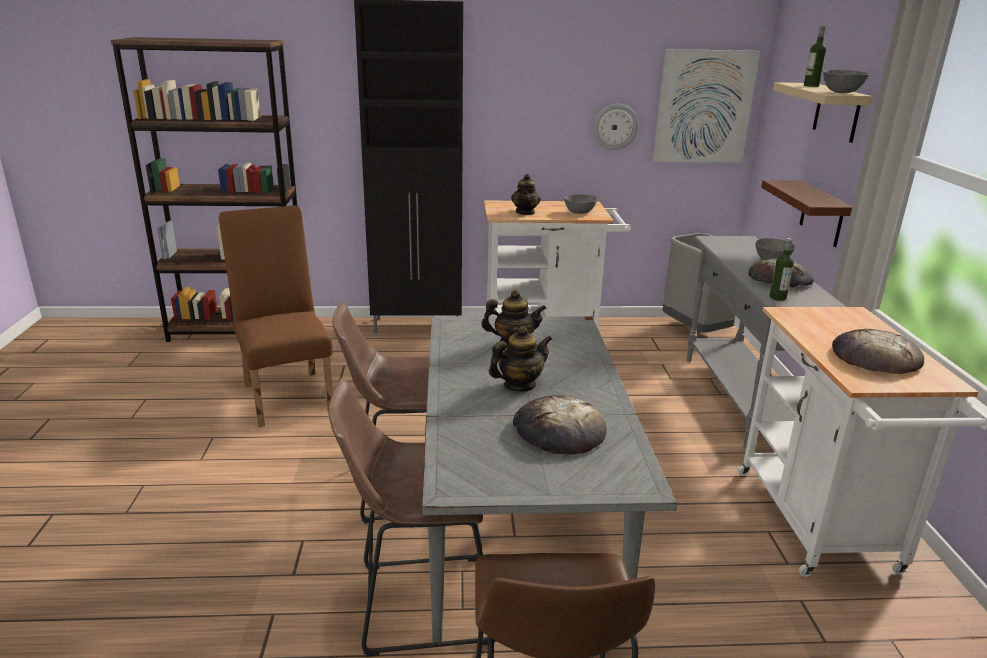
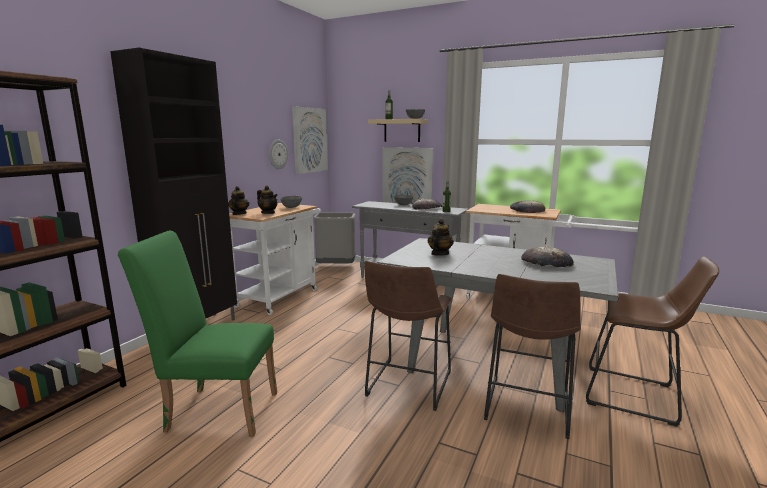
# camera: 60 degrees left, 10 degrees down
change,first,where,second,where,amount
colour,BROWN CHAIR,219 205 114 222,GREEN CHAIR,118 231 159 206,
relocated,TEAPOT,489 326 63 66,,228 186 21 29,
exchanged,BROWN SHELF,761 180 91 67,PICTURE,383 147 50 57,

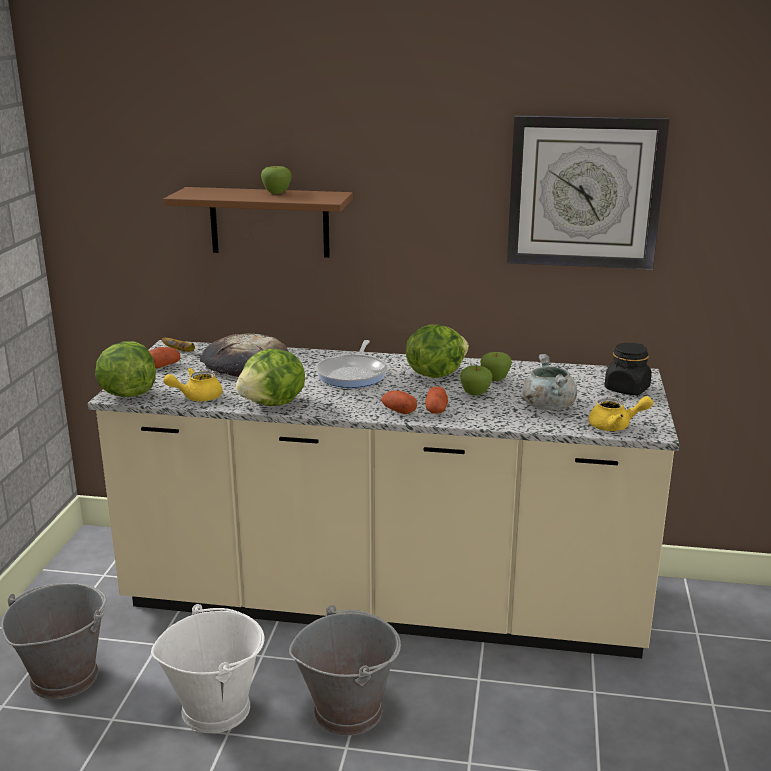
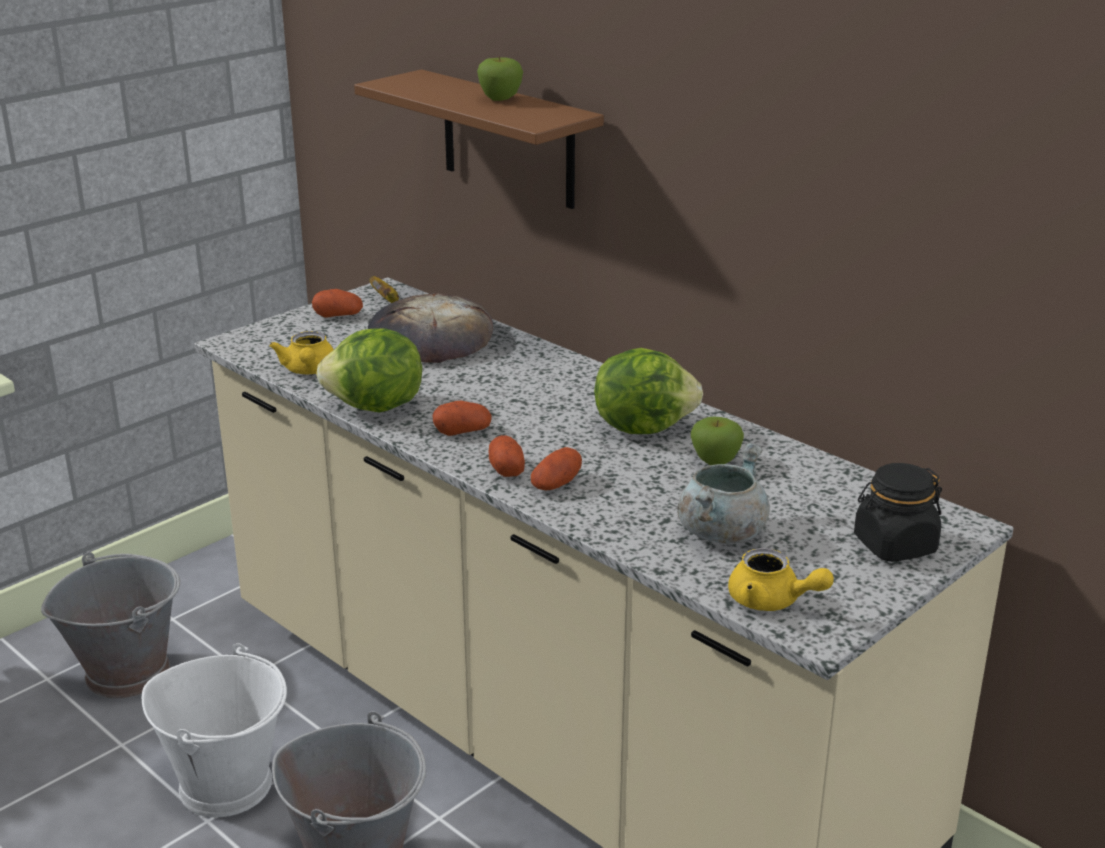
# camera: 35 degrees right, 5 degrees up
change,first,where,second,where,amount
spun,YELLOW TEAPOT,163 368 60 33,,269 331 65 43,105 degrees counterclockwise
appeared,,,POTATO,432 400 60 36,
missing,LETTUCE,95 341 61 56,,,
missing,FRYING PAN,316 340 72 48,,,
missing,APPLE,460 365 33 30,,,
missing,WALL CLOCK,507 115 163 154,,,

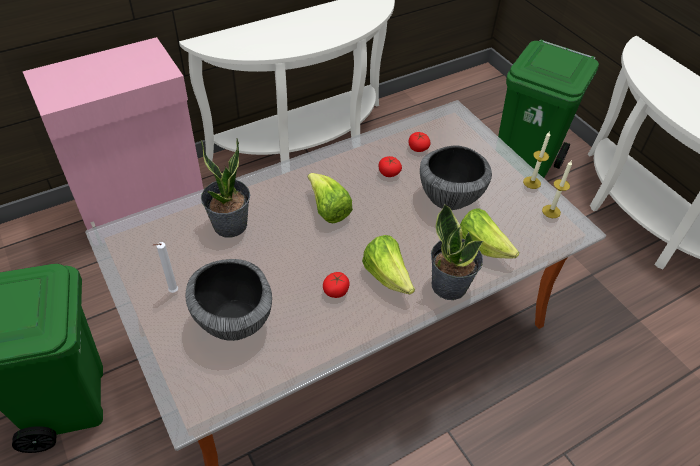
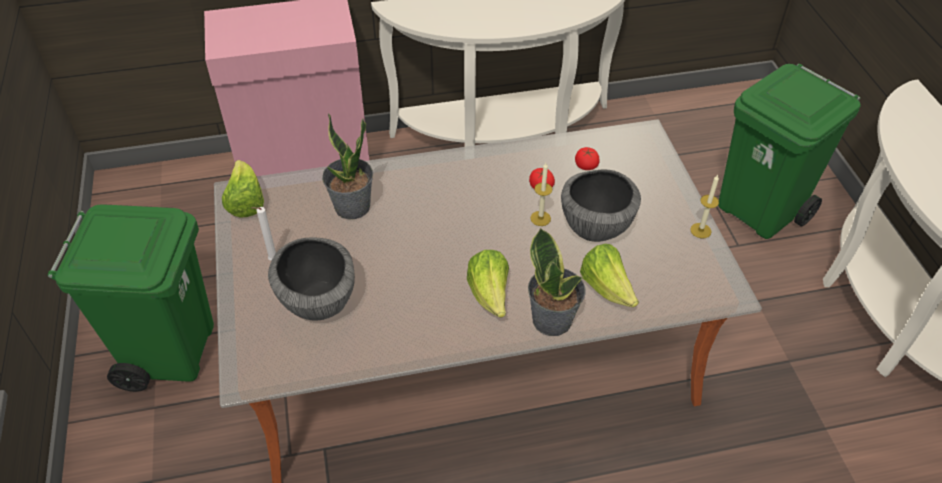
# camera: 20 degrees right, 0 degrees up
change,first,where,second,where,amount
relocated,LETTUCE,308 173 45 50,,222 160 42 58,
relocated,CANDLE,542 161 30 57,,530 163 22 63,
missing,TOMATO,323 272 27 26,,,

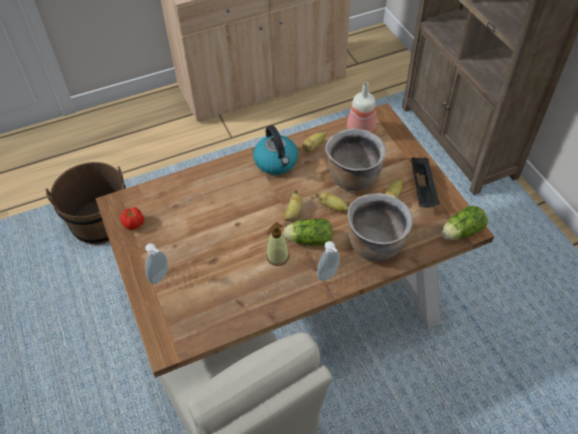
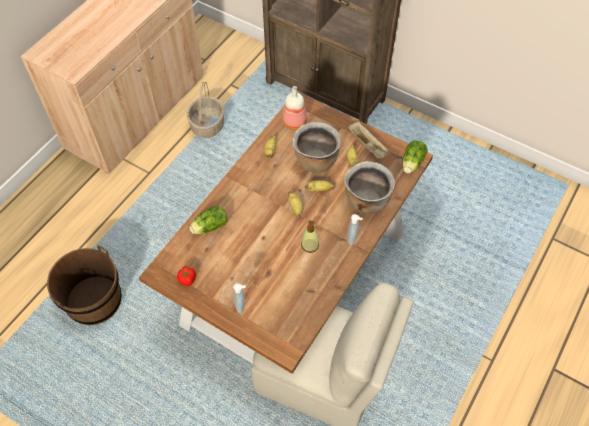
# camera: 35 degrees left, 5 degrees up
change,first,where,second,where,amount
appeared,,,BASKET,187 82 37 56,
relocated,LETTUCE,283 218 50 28,,189 206 39 28,
colour,BLACK TRAY,411 157 29 51,BEIGE TRAY,348 122 41 37,
missing,KETTLE,253 125 45 50,,,

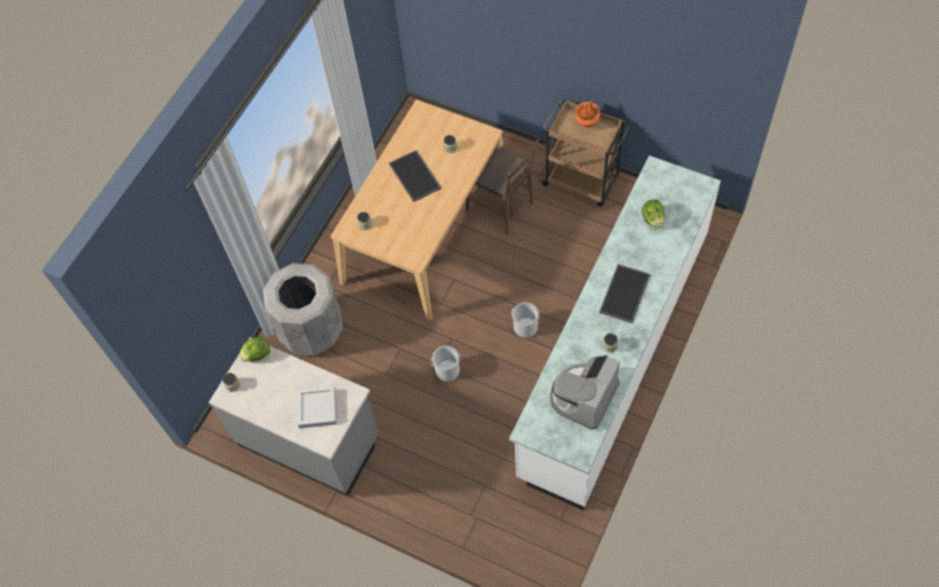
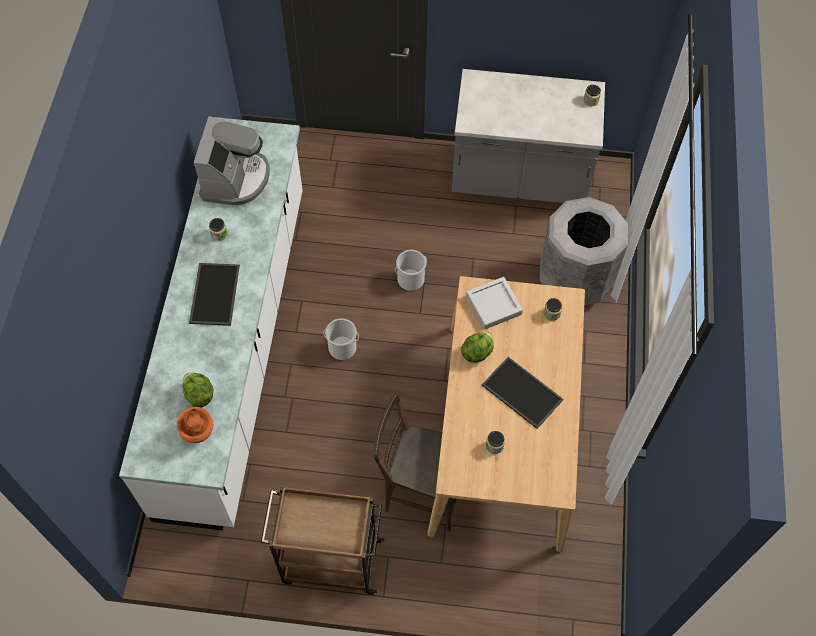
# camera: 155 degrees right, 0 degrees up
change,first,where,second,where,amount
relocated,ORANGE VASE,575 100 25 29,,177 407 36 36,
relocated,LETTUCE,239 337 31 25,,461 332 33 31,
relocated,GREY TRAY,297 386 40 42,,466 277 57 53,

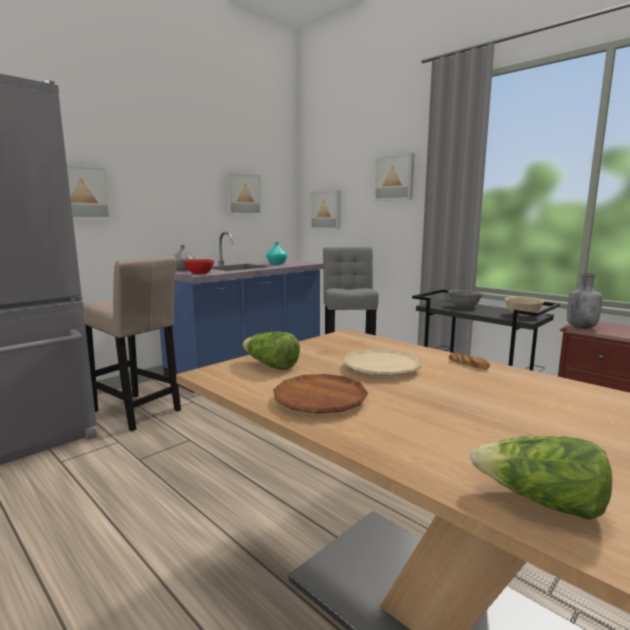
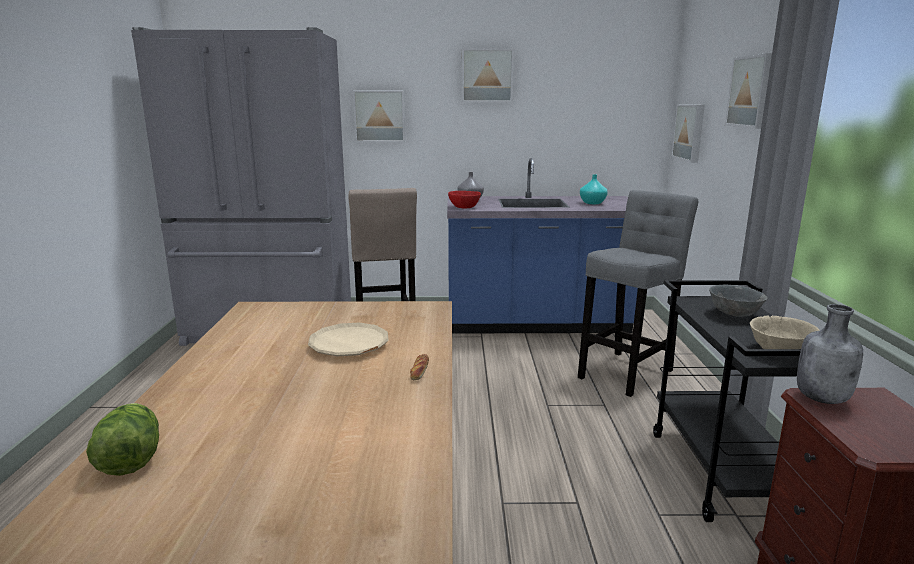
# camera: 45 degrees right, 5 degrees up
change,first,where,second,where,amount
relocated,PICTURE,225 172 37 43,,462 48 52 55,
missing,LETTUCE,243 331 57 39,,,
missing,BROWN PLATE,273 374 95 40,,,

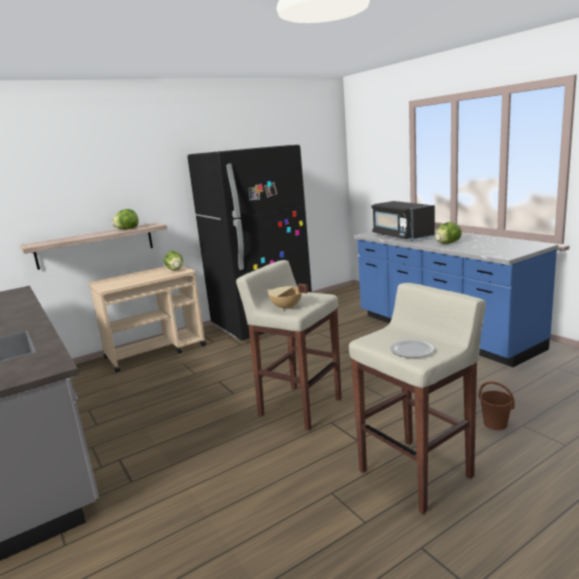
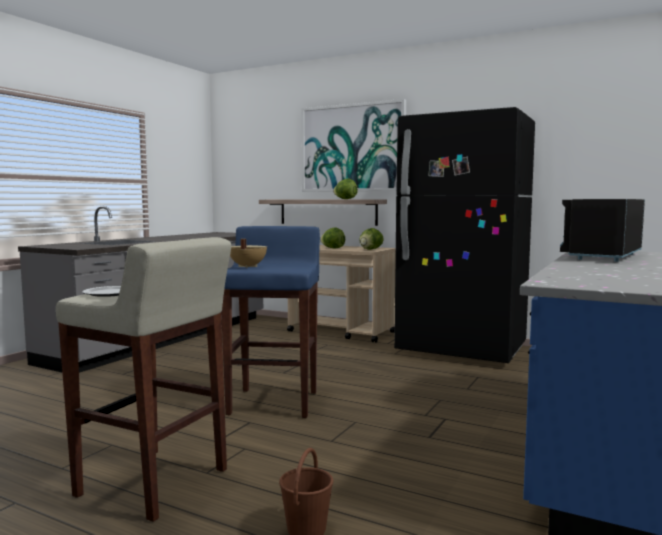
# camera: 60 degrees right, 10 degrees down
change,first,where,second,where,amount
colour,BEIGE STOOL,236 260 105 170,BLUE STOOL,221 226 99 192,
appeared,,,PICTURE,301 99 105 93,
relocated,LETTUCE,435 222 27 22,,320 227 25 21,

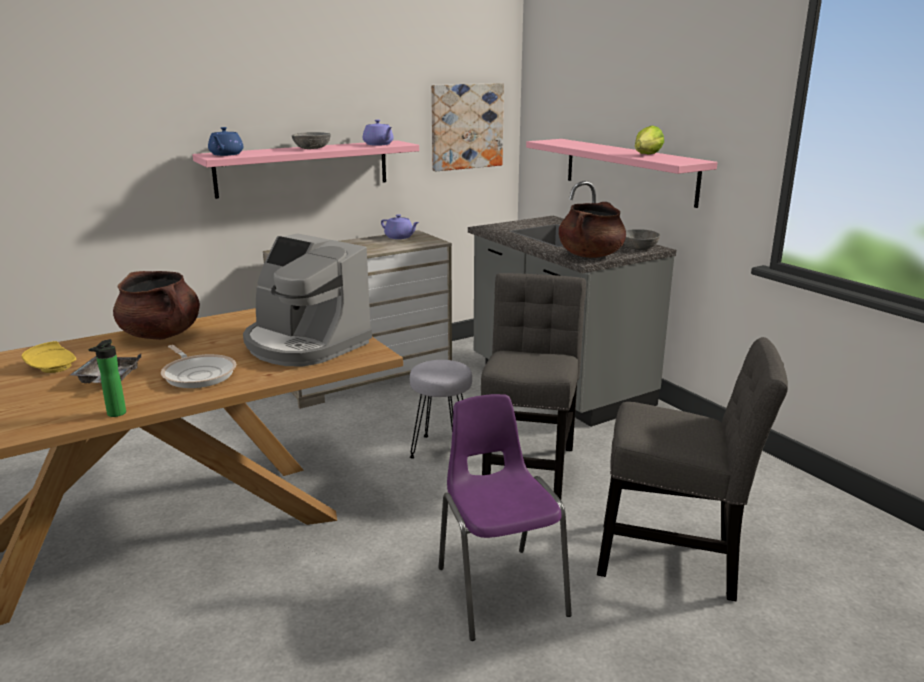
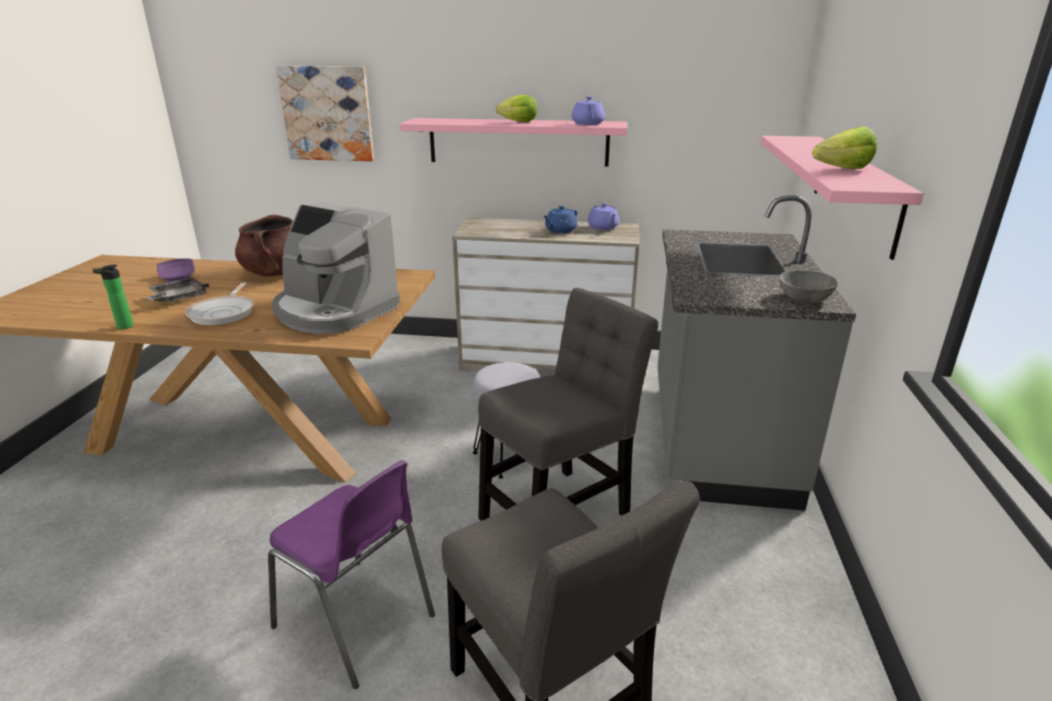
# camera: 40 degrees right, 5 degrees up
change,first,where,second,where,amount
colour,YELLOW PLATE,22 341 55 32,PURPLE PLATE,157 258 38 25,
spun,PURPLE CHAIR,439 394 133 247,,268 460 167 229,105 degrees clockwise
spun,COFFEE MACHINE,243 233 129 134,,272 202 128 132,45 degrees counterclockwise
relocated,PICTURE,431 83 73 88,,276 66 98 95,
exchanged,GREY BOWL,292 132 39 17,LETTUCE,496 95 41 27,
relocated,BLUE TEAPOT,208 127 35 29,,543 206 34 27,
missing,BROWN COOKING POT,559 202 67 56,,,

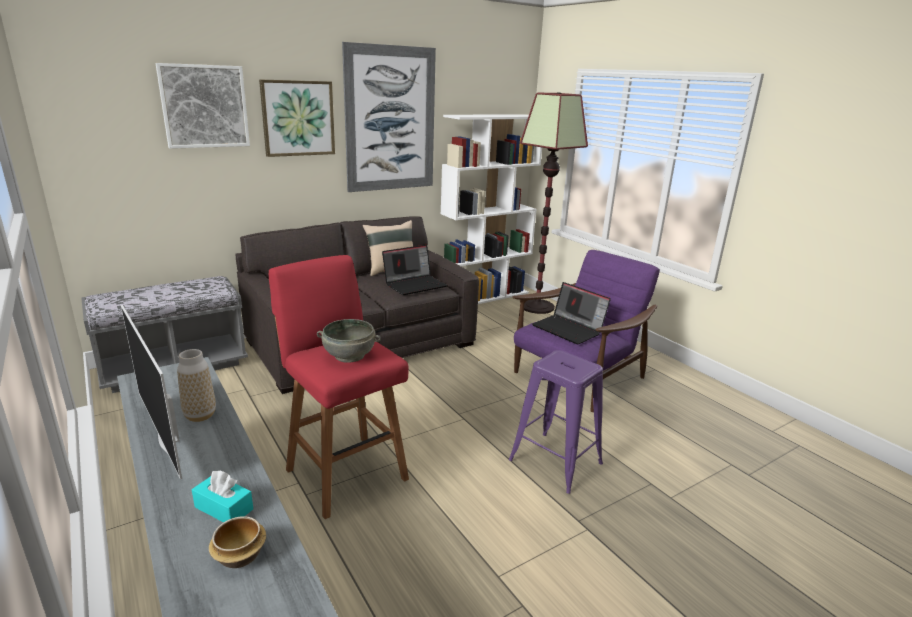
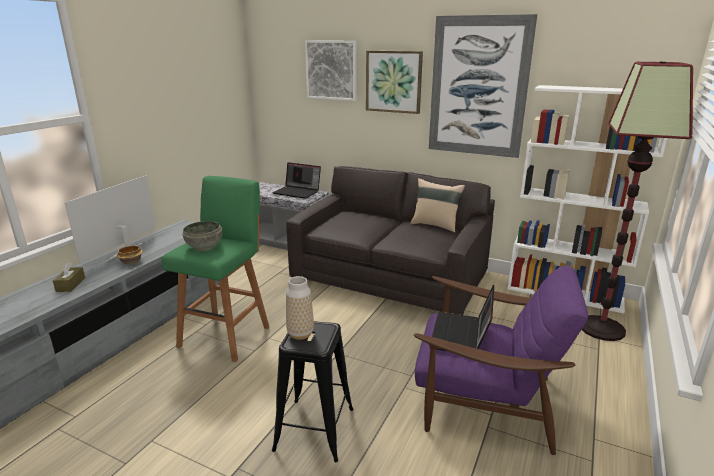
# camera: 60 degrees right, 0 degrees up
change,first,where,second,where,amount
colour,TURQUOISE TISSUE BOX,192 470 61 53,BROWN TISSUE BOX,53 262 32 30,
relocated,BOWL,209 516 57 52,,116 245 27 20,
colour,RED STOOL,269 255 140 264,GREEN STOOL,161 176 108 186,
relocated,LAPTOP,382 245 65 50,,272 162 49 37,
colour,PURPLE STOOL,509 350 94 144,BLACK STOOL,272 321 82 141,
relocated,VASE,177 349 39 73,,286 276 28 64,

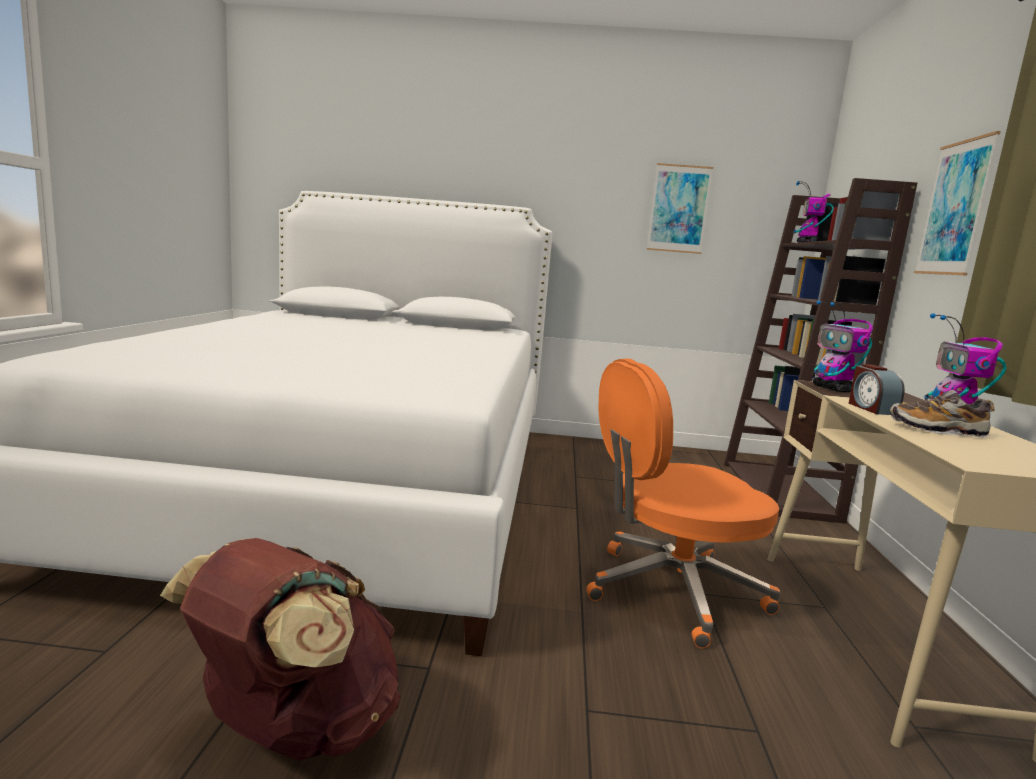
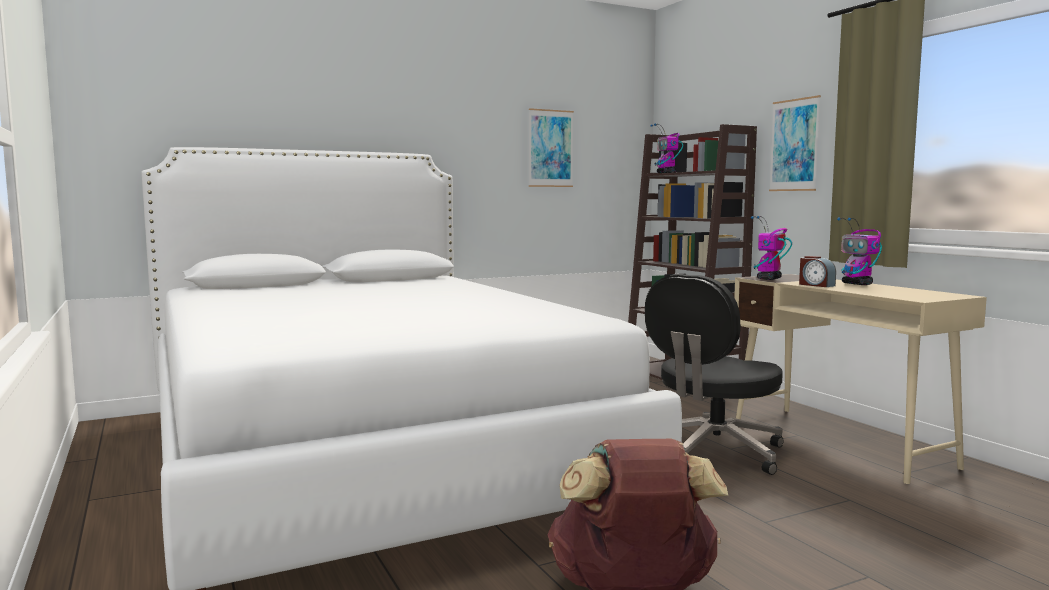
# camera: 30 degrees left, 5 degrees down
change,first,where,second,where,amount
colour,ORANGE OFFICE CHAIR,586 358 194 290,BLACK OFFICE CHAIR,645 274 139 201,
spun,TOY ROBOT,813 300 60 92,,751 216 41 64,90 degrees clockwise
missing,SHOE,890 390 105 47,,,

